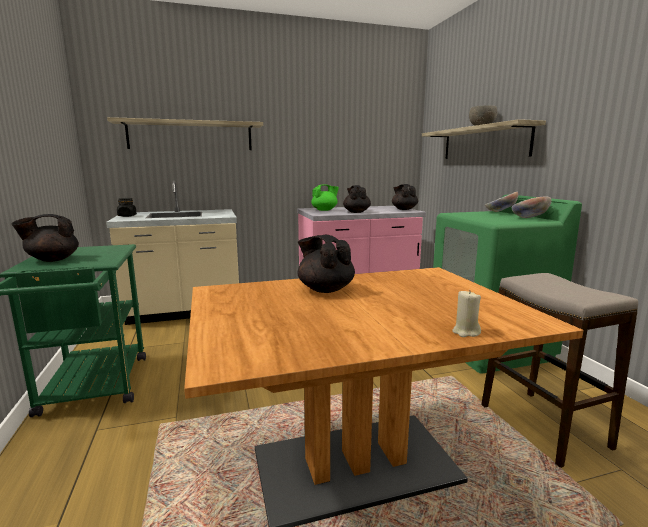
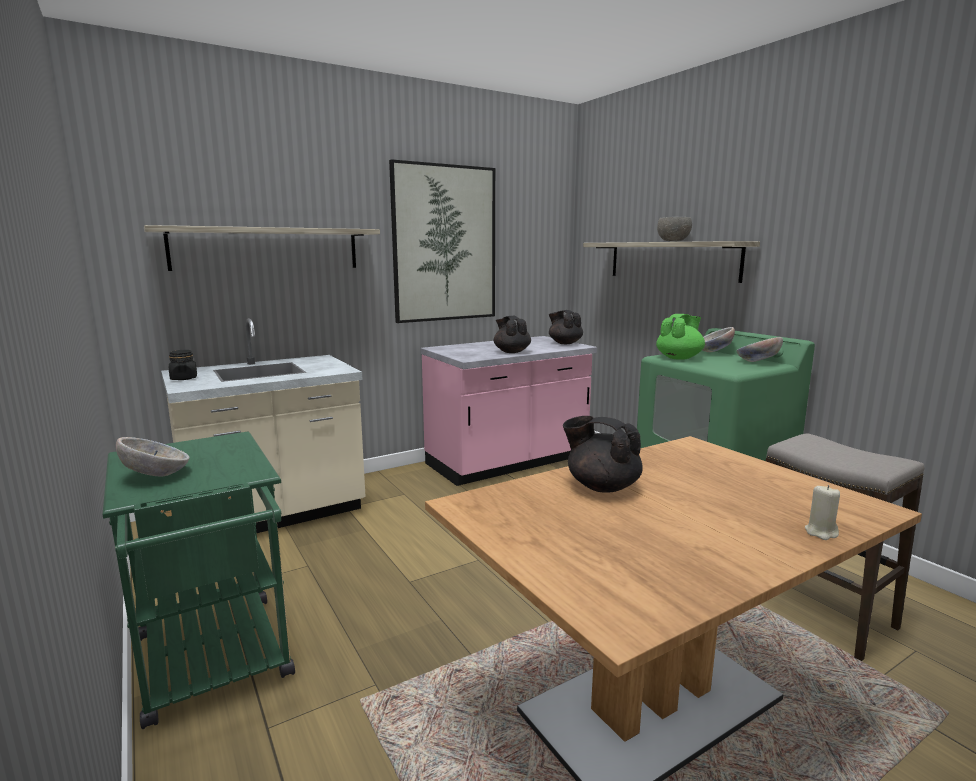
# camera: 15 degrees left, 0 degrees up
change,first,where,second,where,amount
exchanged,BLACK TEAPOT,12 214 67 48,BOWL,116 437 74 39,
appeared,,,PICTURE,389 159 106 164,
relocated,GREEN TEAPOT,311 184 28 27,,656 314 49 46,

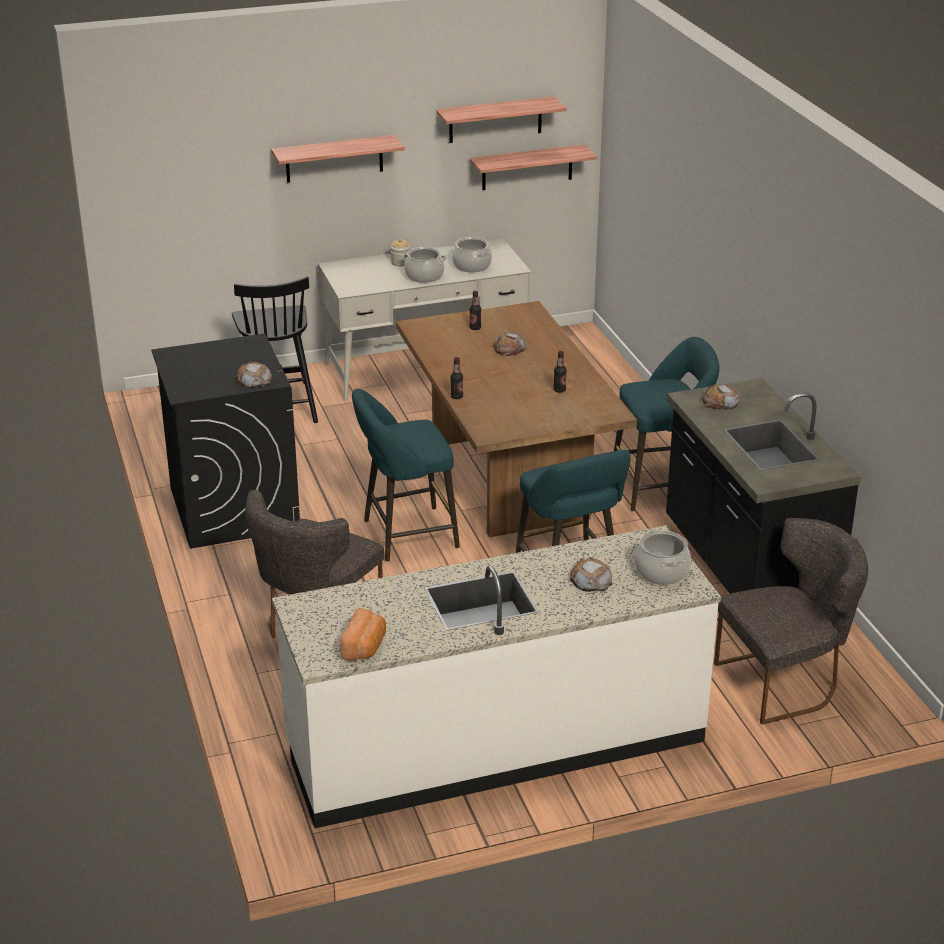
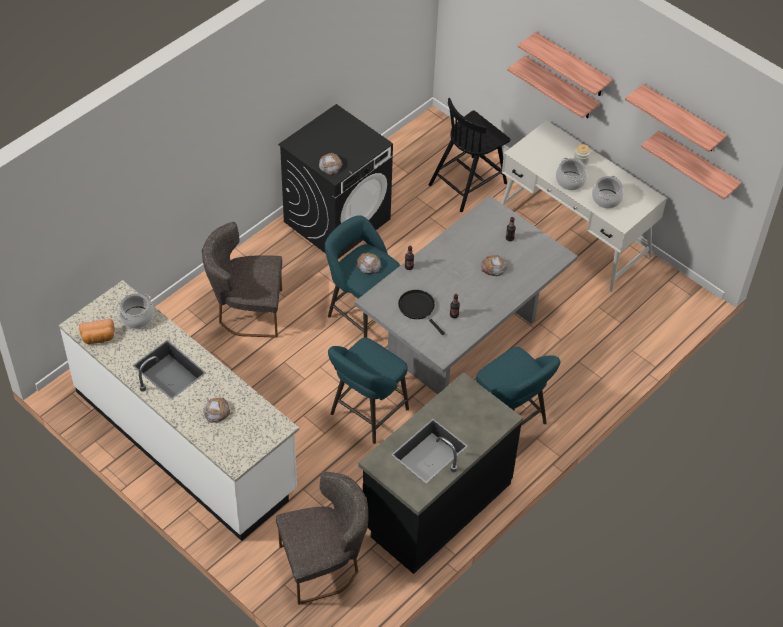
# camera: 60 degrees right, 20 degrees up
change,first,where,second,where,amount
relocated,COOKING POT,635 530 56 55,,118 293 36 36,
spun,GREY CHAIR,714 518 154 207,,276 471 93 134,60 degrees counterclockwise
colour,BROWN DINING TABLE,396 301 241 236,GREY DINING TABLE,355 196 223 198,
relocated,BREAD,702 384 38 26,,357 252 24 22,
appeared,,,BLACK FRYING PAN,398 290 47 45,
appeared,,,SHELF,507 56 93 62,

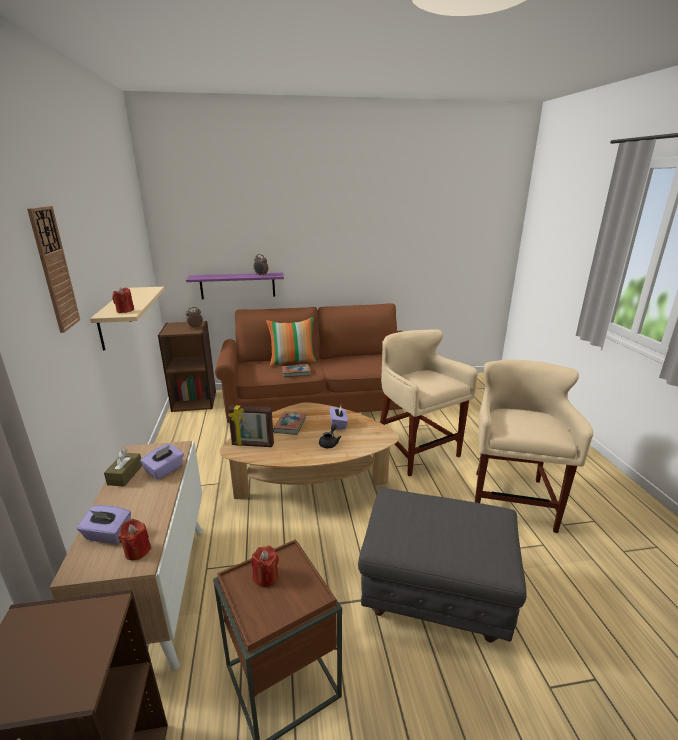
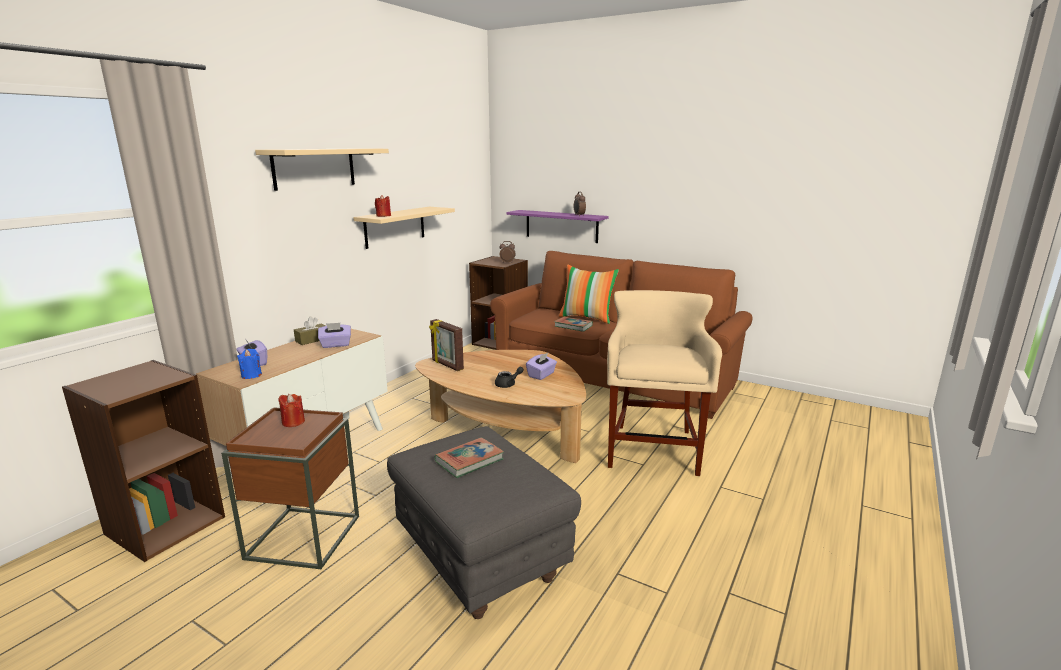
# camera: 40 degrees right, 5 degrees down
change,first,where,second,where,amount
colour,RED CANDLE,118 519 33 41,BLUE CANDLE,237 349 25 30,
exchanged,WALL CLOCK,27 206 53 127,BEIGE SHELF,255 148 134 43,
relocated,BOOK,273 412 33 23,,435 437 69 41,
missing,BEIGE STOOL,475 360 118 173,,,

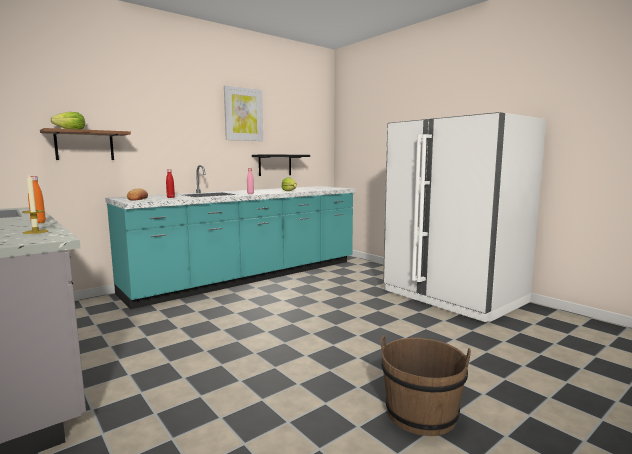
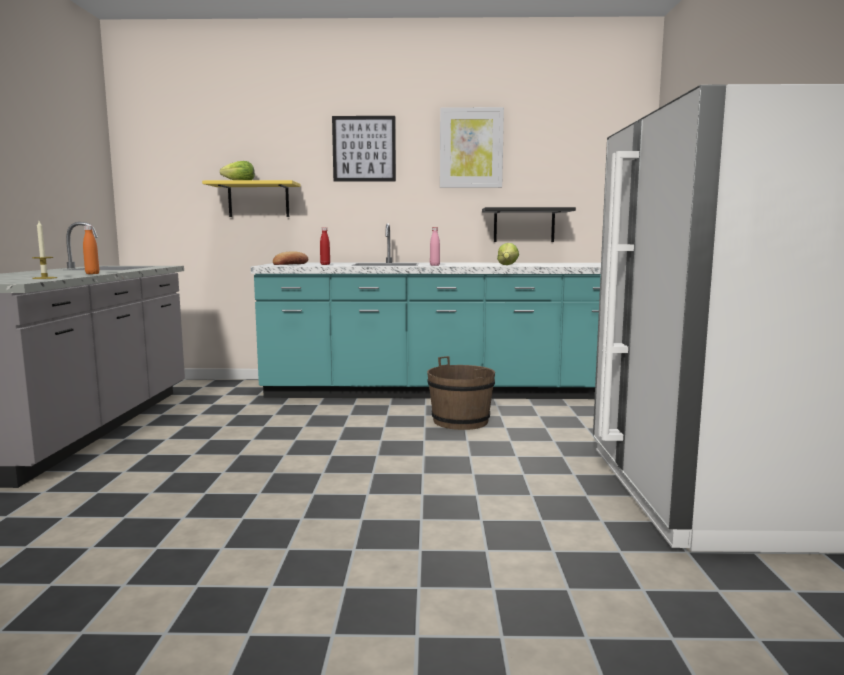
# camera: 40 degrees right, 0 degrees up
change,first,where,second,where,amount
colour,BROWN SHELF,40 128 91 32,YELLOW SHELF,202 180 98 37,
appeared,,,PICTURE,332 116 64 66,
relocated,BROWN BUCKET,381 335 90 101,,427 356 68 74,

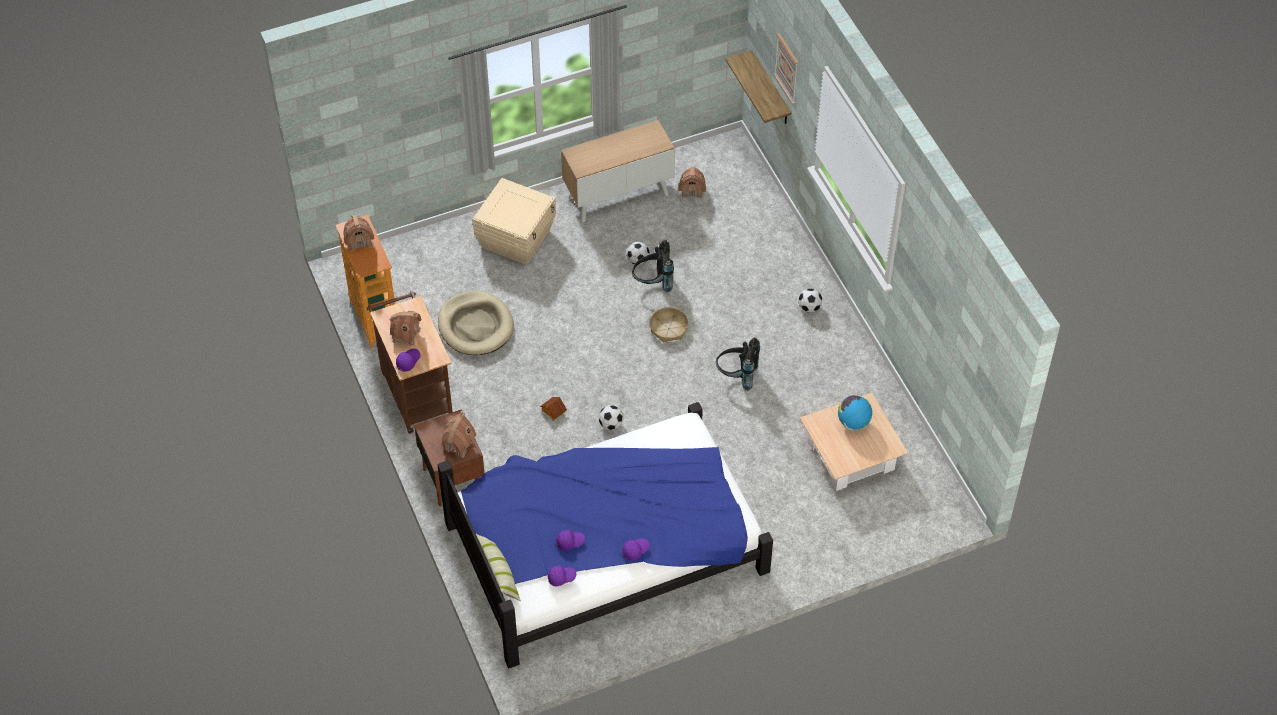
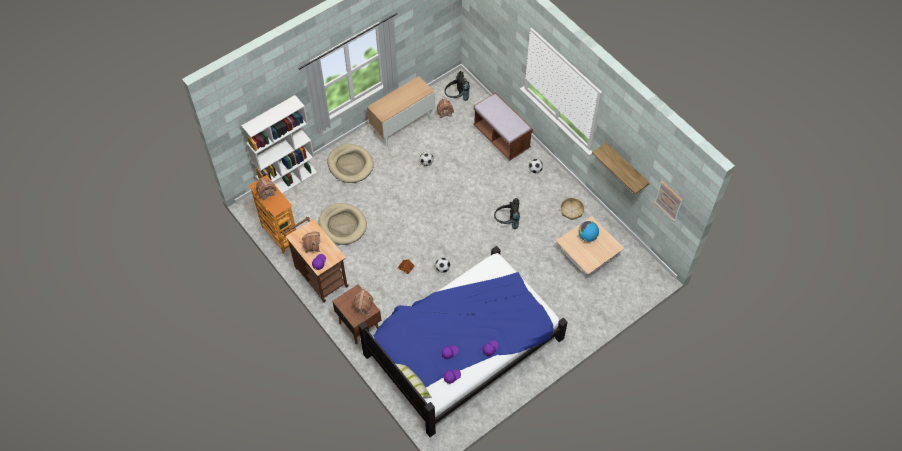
# camera: 15 degrees left, 5 degrees up
change,first,where,second,where,amount
appeared,,,WHITE BOOKCASE,242 95 75 99,
exchanged,BEIGE STORAGE BOX,473 178 83 87,BEIGE DOG BED,328 144 46 39,
relocated,BLACK BACKPACK,632 240 42 53,,445 71 25 30,
appeared,,,BROWN BENCH,473 92 60 69,
relocated,BASKET,650 307 39 35,,560 198 24 22,
relocated,SHELF,725 50 67 74,,592 142 58 52,
relocated,PICTURE,774 33 25 71,,654 180 29 42,

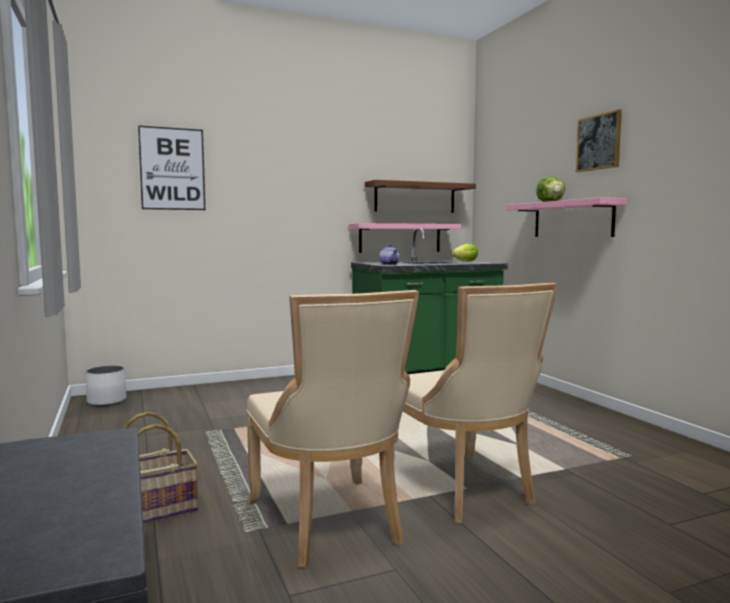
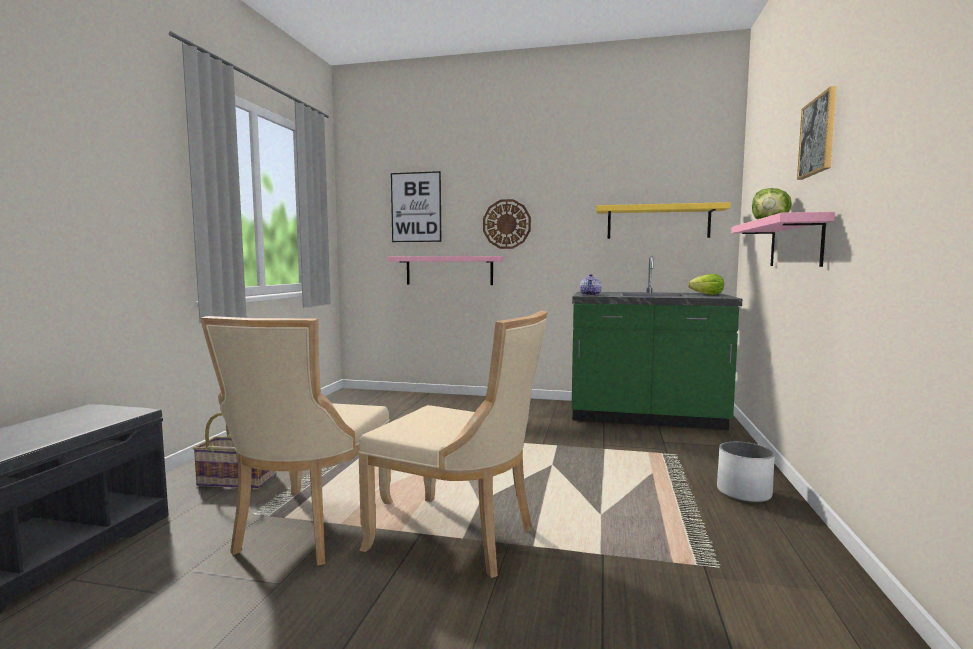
# camera: 35 degrees right, 0 degrees up
change,first,where,second,where,amount
spun,BEIGE CHAIR,394 283 164 240,,358 311 190 267,75 degrees counterclockwise
relocated,PINK SHELF,349 223 112 30,,387 256 117 29,
appeared,,,WALL CLOCK,483 199 48 50,
colour,BROWN SHELF,365 180 111 33,YELLOW SHELF,596 202 135 37,
relocated,WHITE PLANTER,85 366 42 40,,717 442 58 61,

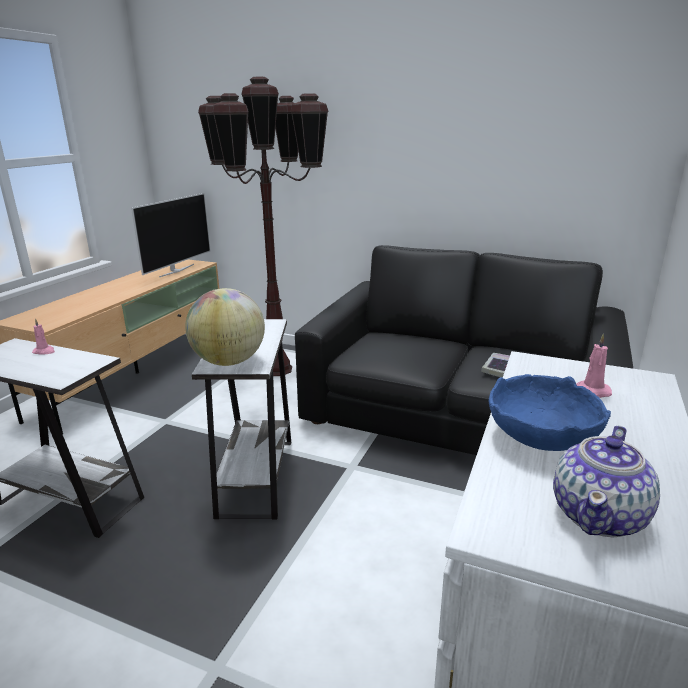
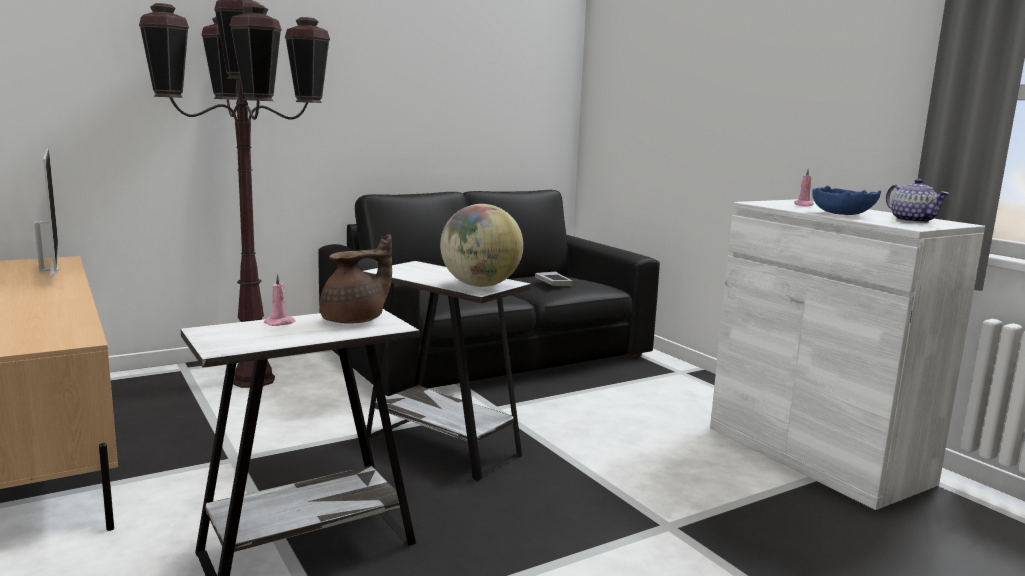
# camera: 55 degrees left, 10 degrees down
change,first,where,second,where,amount
appeared,,,BROWN TEAPOT,320 234 72 90,

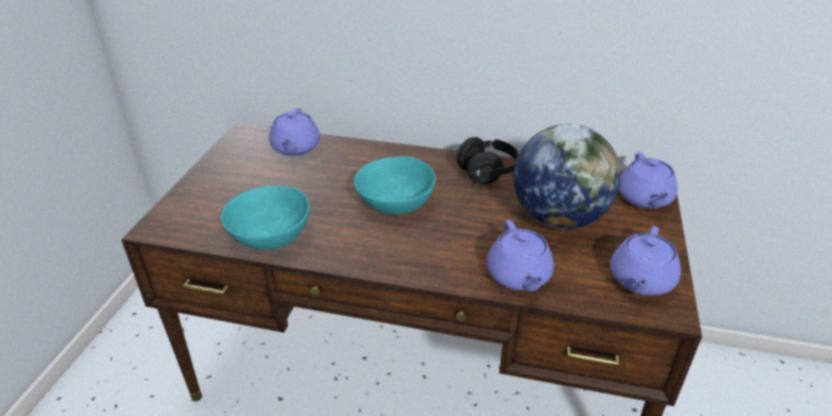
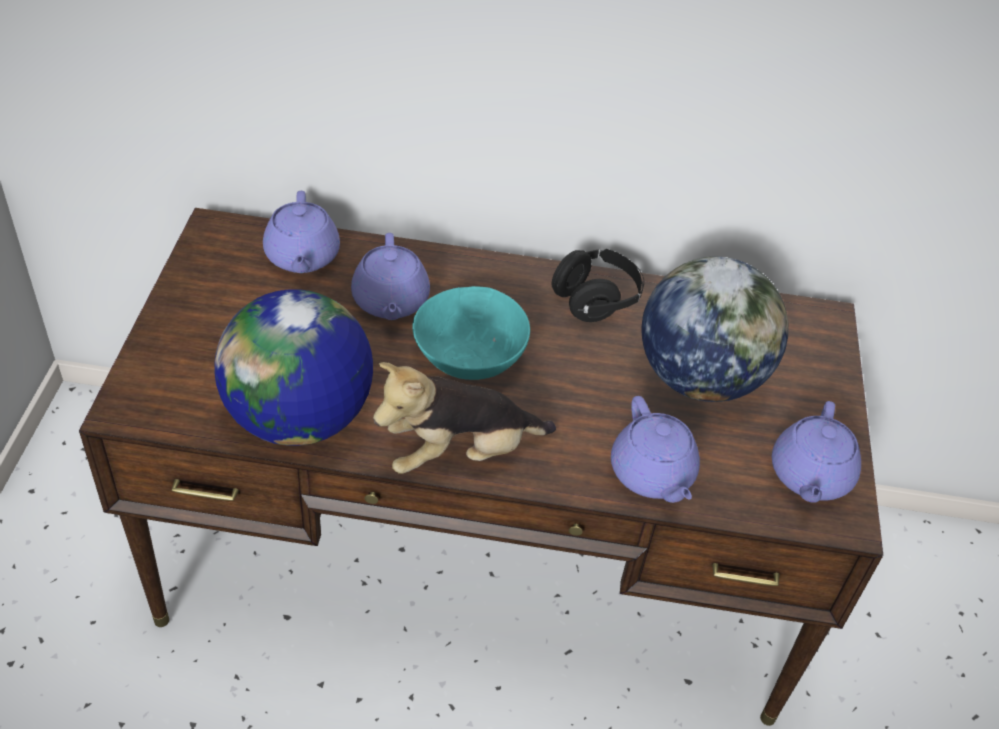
# camera: 10 degrees left, 10 degrees up
change,first,where,second,where,amount
exchanged,TURQUOISE BOWL,221 186 89 63,GLOBE,214 289 159 157,
relocated,PURPLE TEAPOT,619 152 58 57,,351 233 79 87,
appeared,,,PLUSH TOY,373 362 183 112,

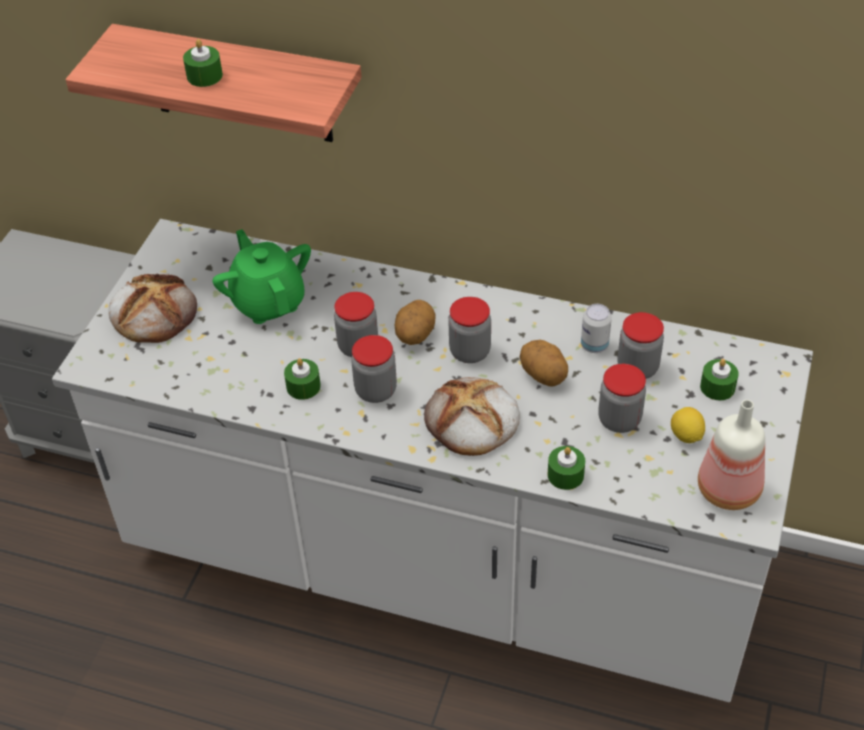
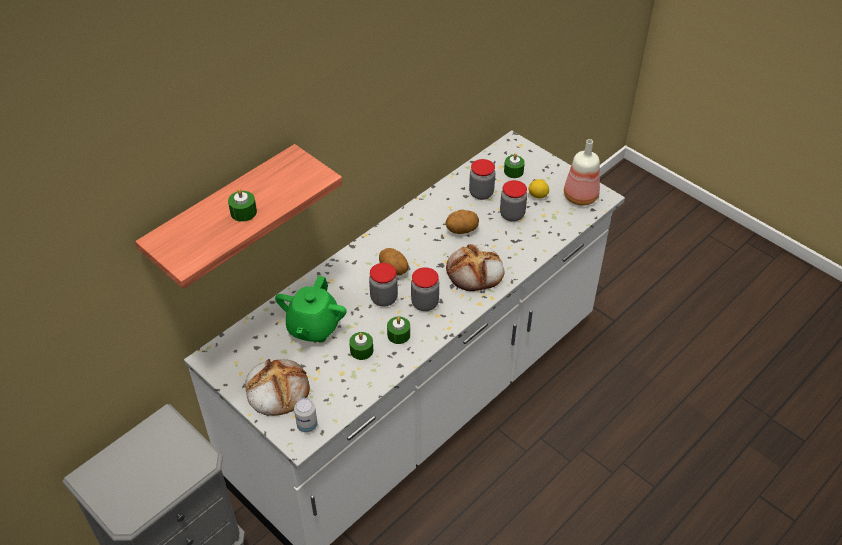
# camera: 65 degrees left, 0 degrees up
change,first,where,second,where,amount
spun,GREEN TEAPOT,212 229 99 95,,275 276 72 67,75 degrees counterclockwise
relocated,CAN,581 304 31 49,,294 398 23 35,
relocated,GREEN CANDLE,547 446 38 44,,349 332 24 28,
missing,JAR,448 297 43 66,,,

